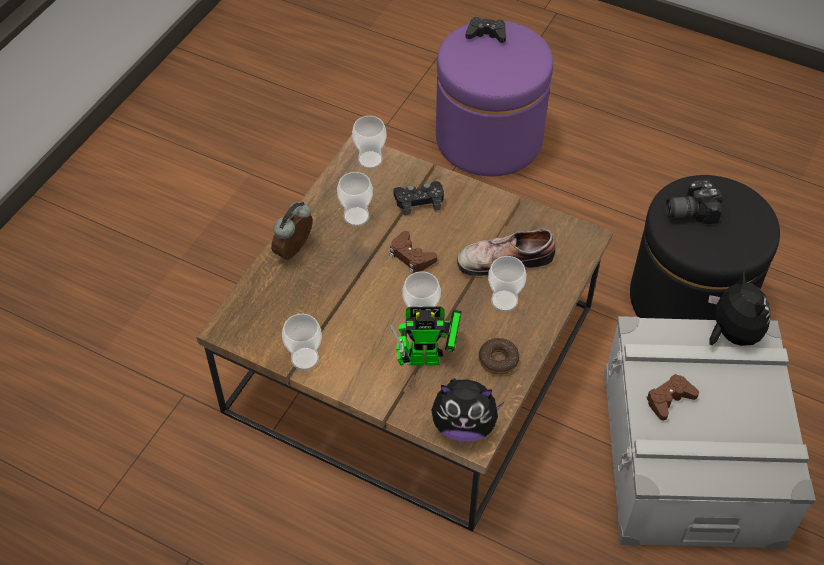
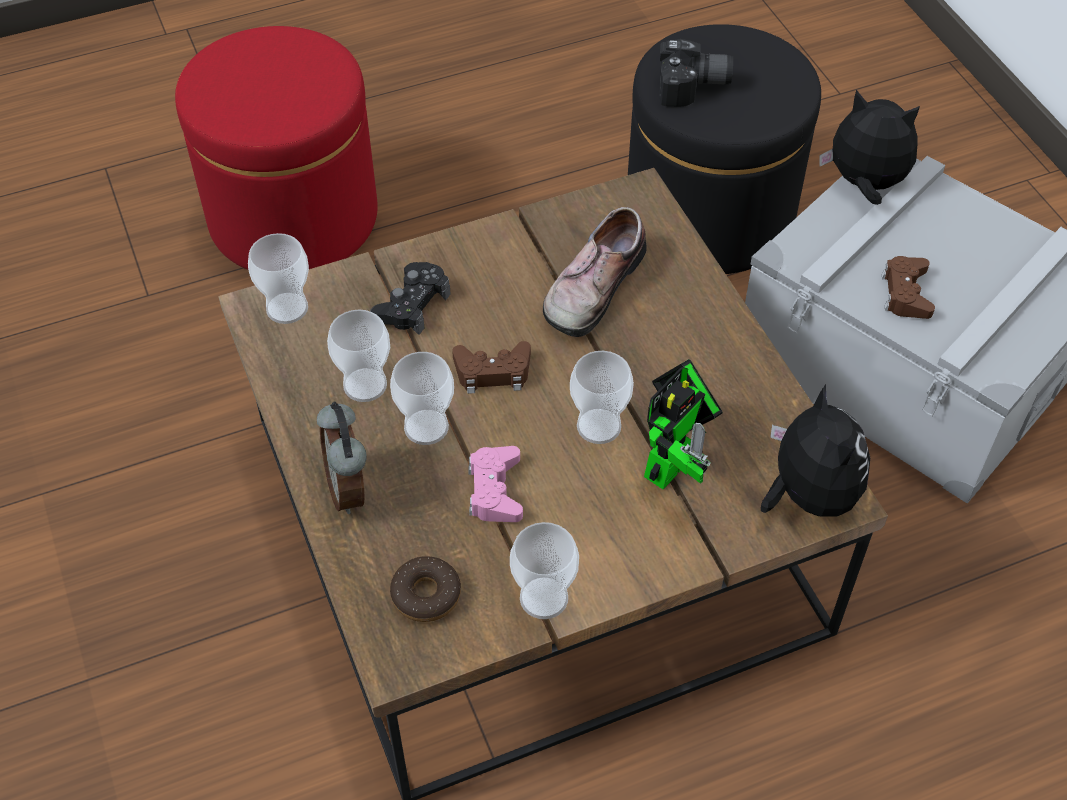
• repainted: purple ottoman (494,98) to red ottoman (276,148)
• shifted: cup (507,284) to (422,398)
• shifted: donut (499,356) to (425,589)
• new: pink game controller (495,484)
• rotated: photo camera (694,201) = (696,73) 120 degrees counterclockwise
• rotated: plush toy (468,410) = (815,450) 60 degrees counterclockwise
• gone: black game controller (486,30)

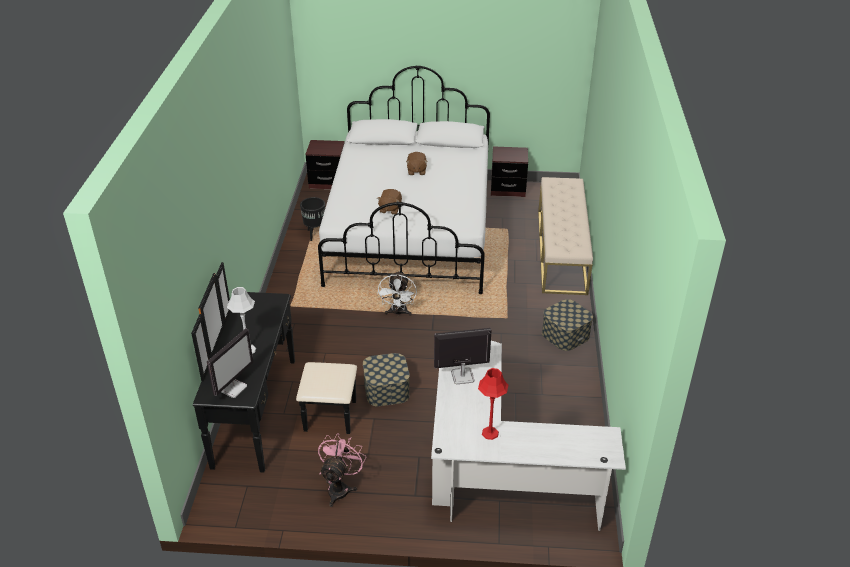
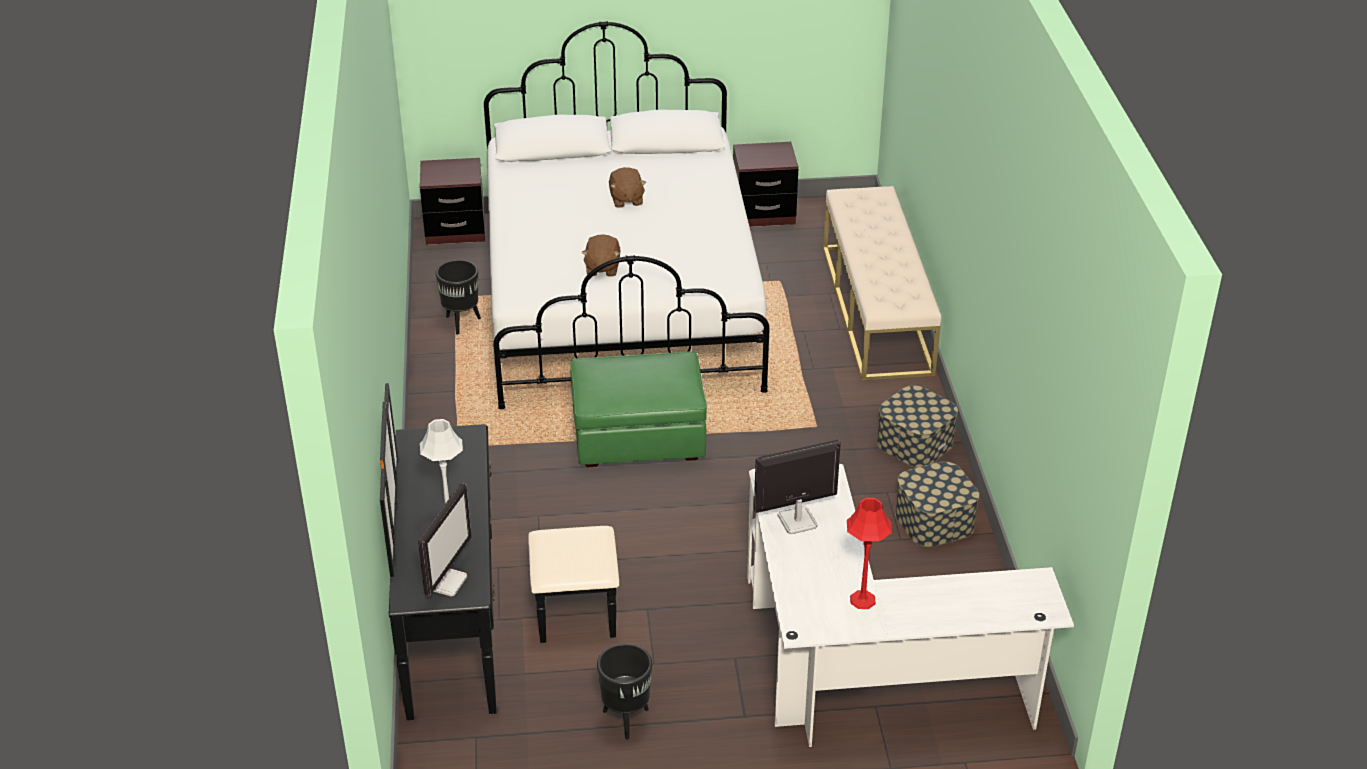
• swapped: white fan (397,293) to green ottoman (638,409)
• swapped: pink fan (342,470) to black planter (624,691)
• shifted: storage box (386,379) to (937,504)

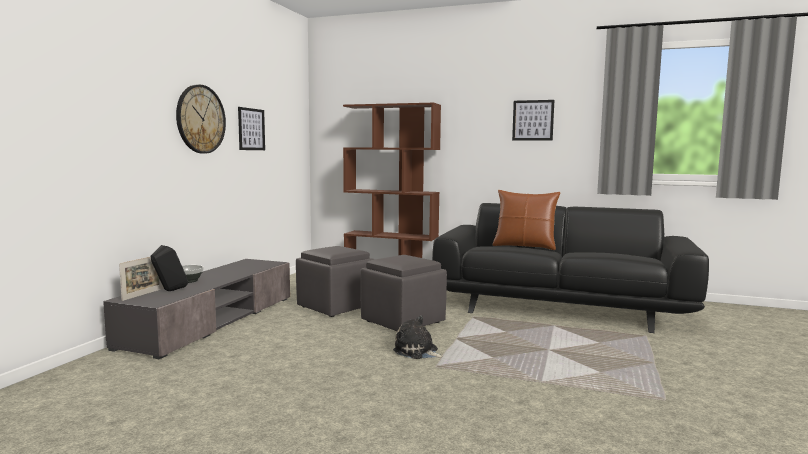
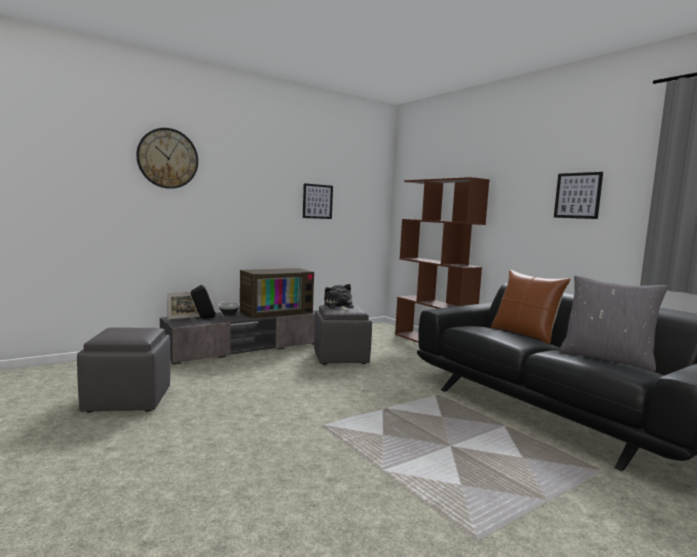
• shifted: grey ottoman (403,293) to (123,370)
• shifted: wall clock (201,119) to (167,158)
• new: television (277,293)
• shifted: plush toy (418,337) to (339,297)
• new: grey pillow (613,323)

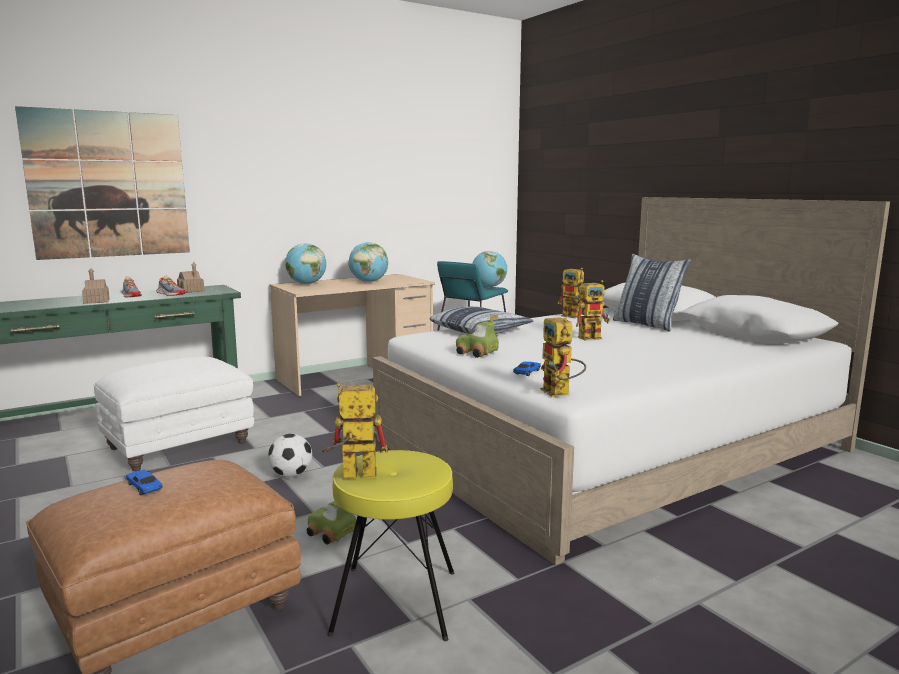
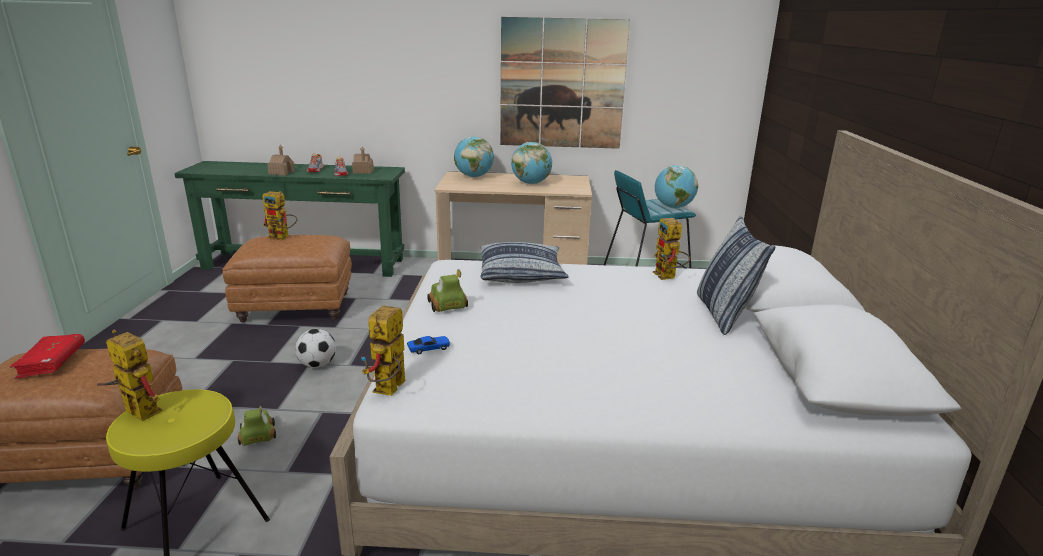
• swapped: toy car (144,482) to red book (47,356)
• repainted: white ottoman (174,414) to brown ottoman (287,279)
• shifted: toy robot (593,310) to (280,215)
• shifted: picture (102,183) to (565,83)

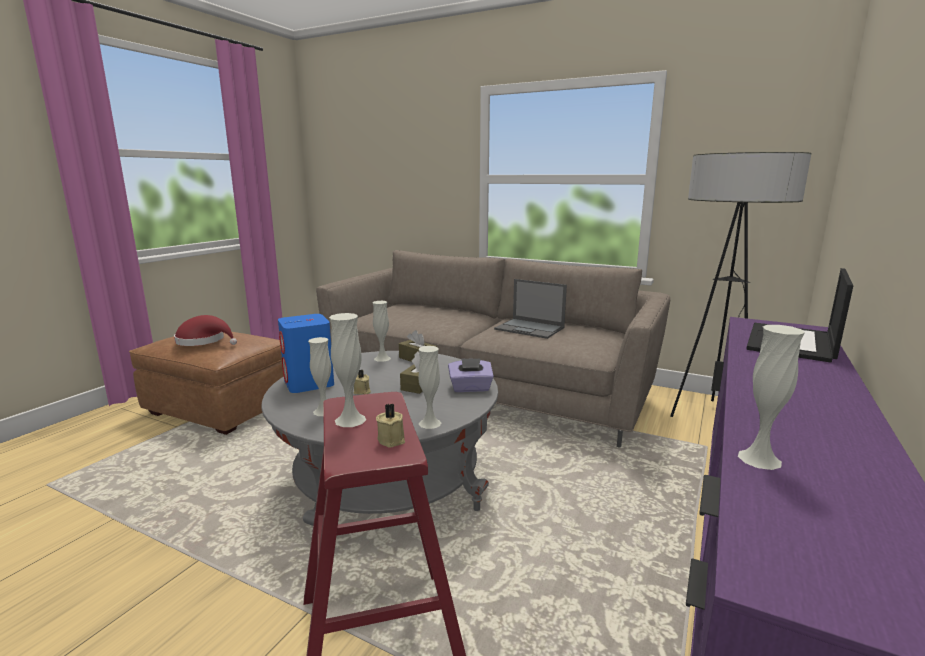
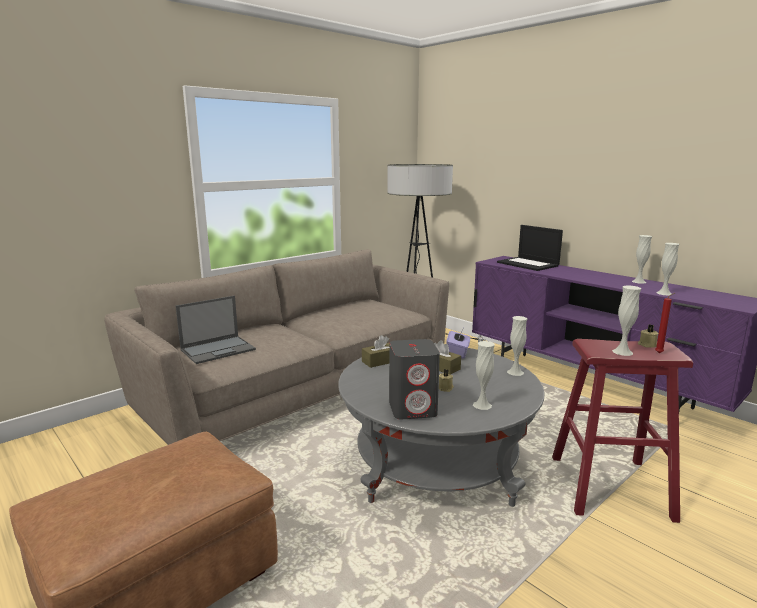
• shifted: laptop (530,309) to (216,330)
• repainted: blue speaker (306,353) to grey speaker (414,379)
• shifted: white vase (382,331) to (642,259)
• new: red candle (665,323)
• gone: red hat (205,330)

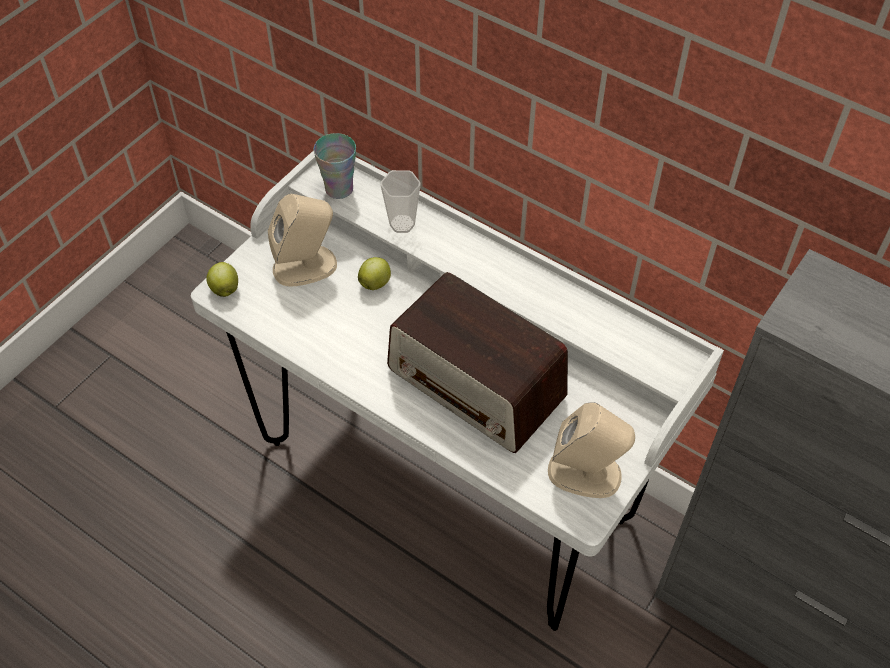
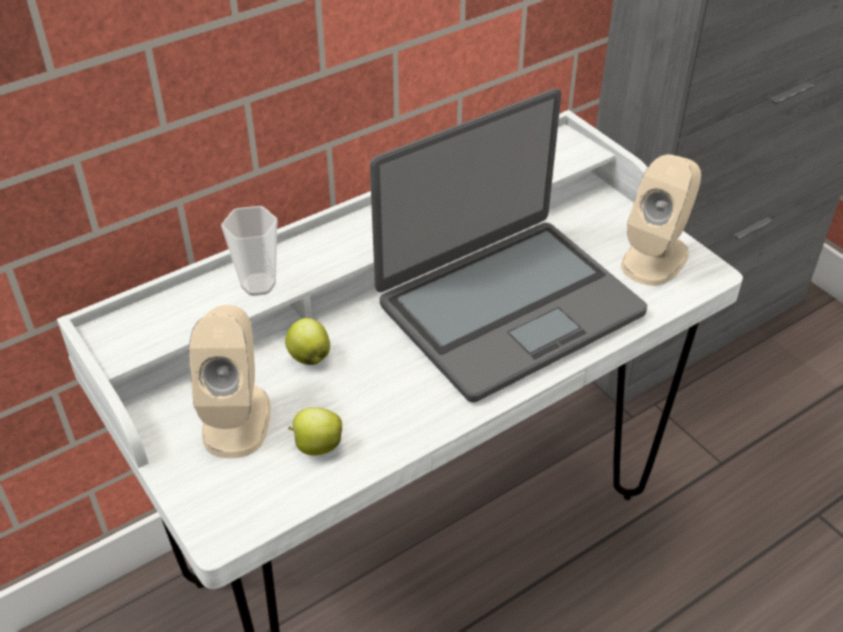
• shifted: apple (222,279) to (315,431)
• swapped: radio (477,362) to laptop (508,245)
• gone: cup (335,166)

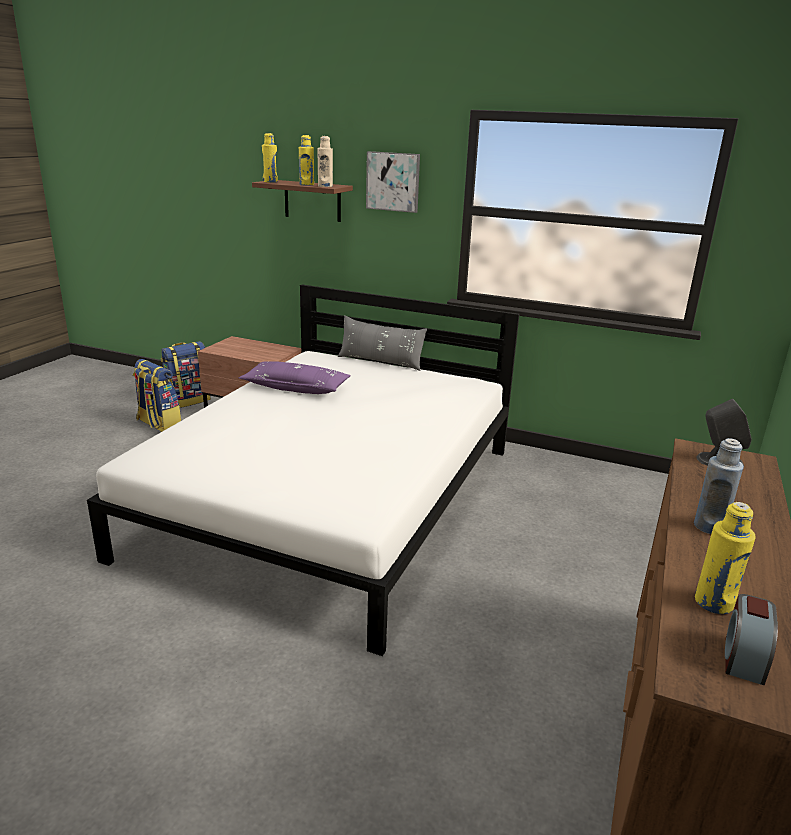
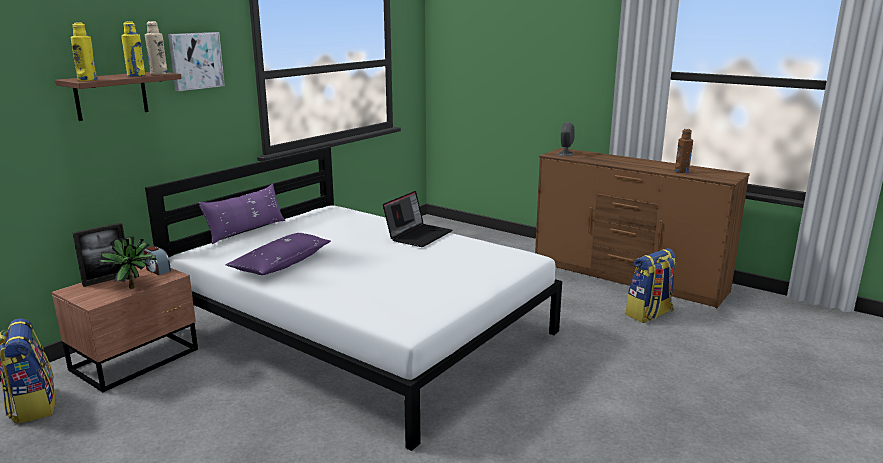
• new: picture frame (98,255)
• new: potted plant (128,262)
• shifted: alarm clock (751,639) to (157,260)
• repainted: grey pillow (382,343) to purple pillow (241,214)
• new: laptop (417,219)
• shifted: backpack (157,395) to (651,285)
• repainted: yellow bottle (725,558) to brown bottle (684,151)
• gone: blue bottle (719,486)

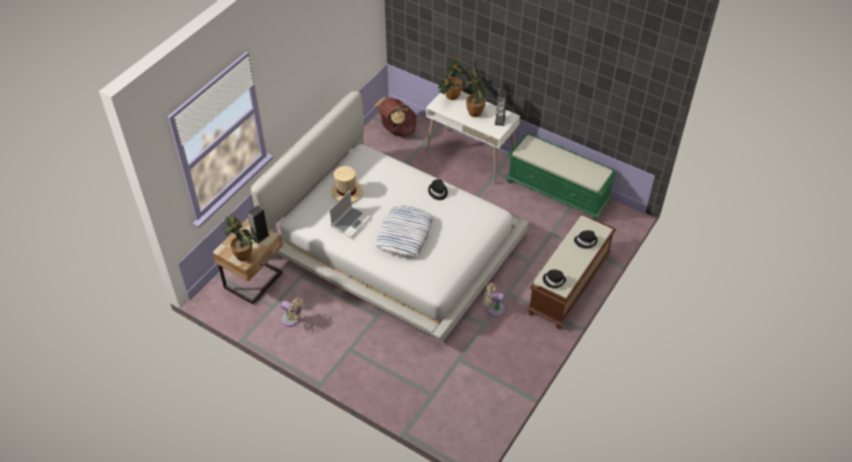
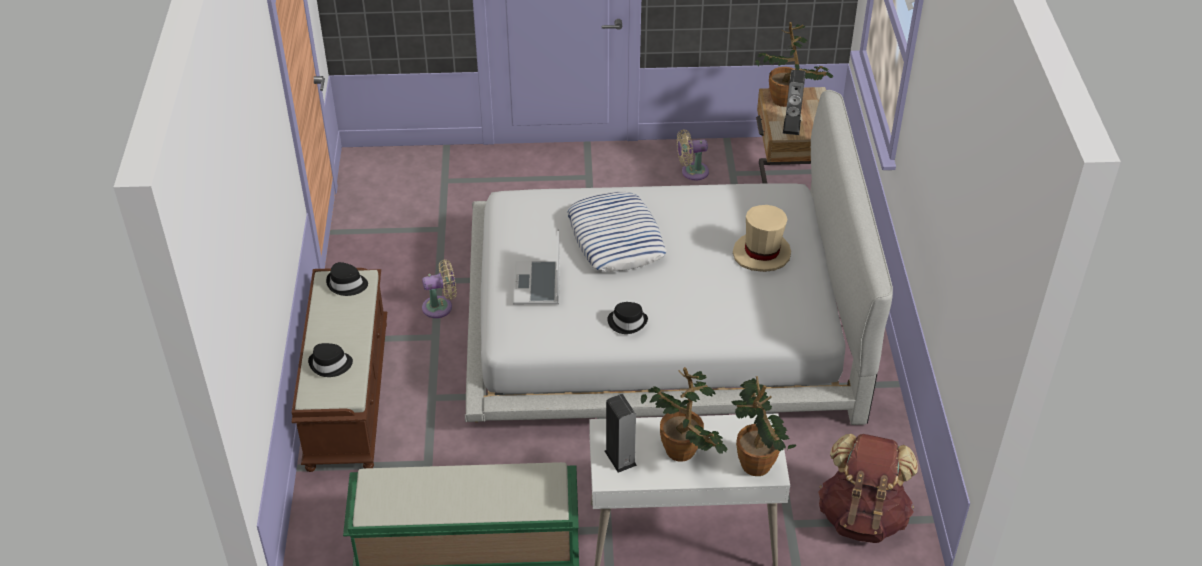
• shifted: laptop (350,214) to (536,266)

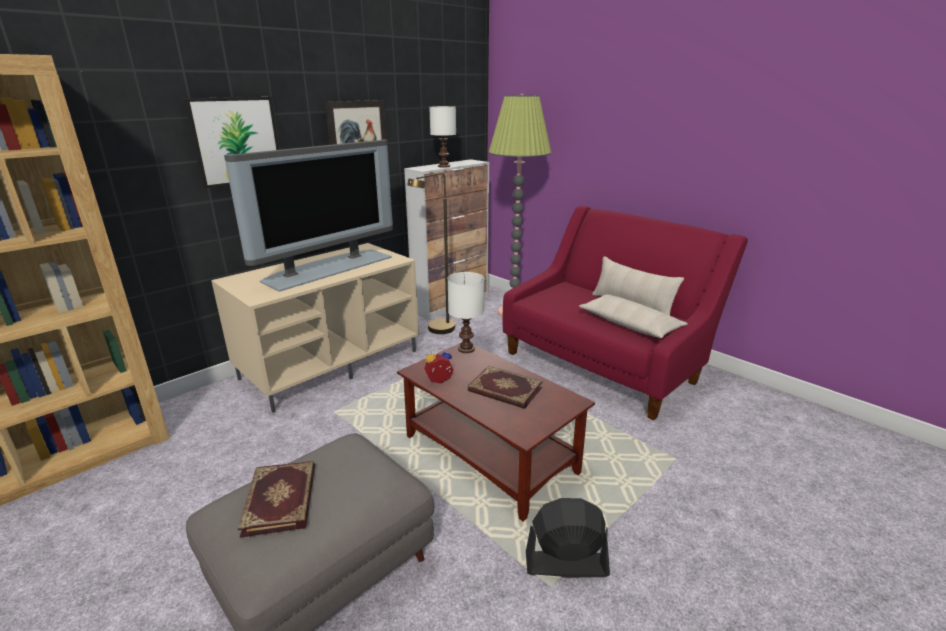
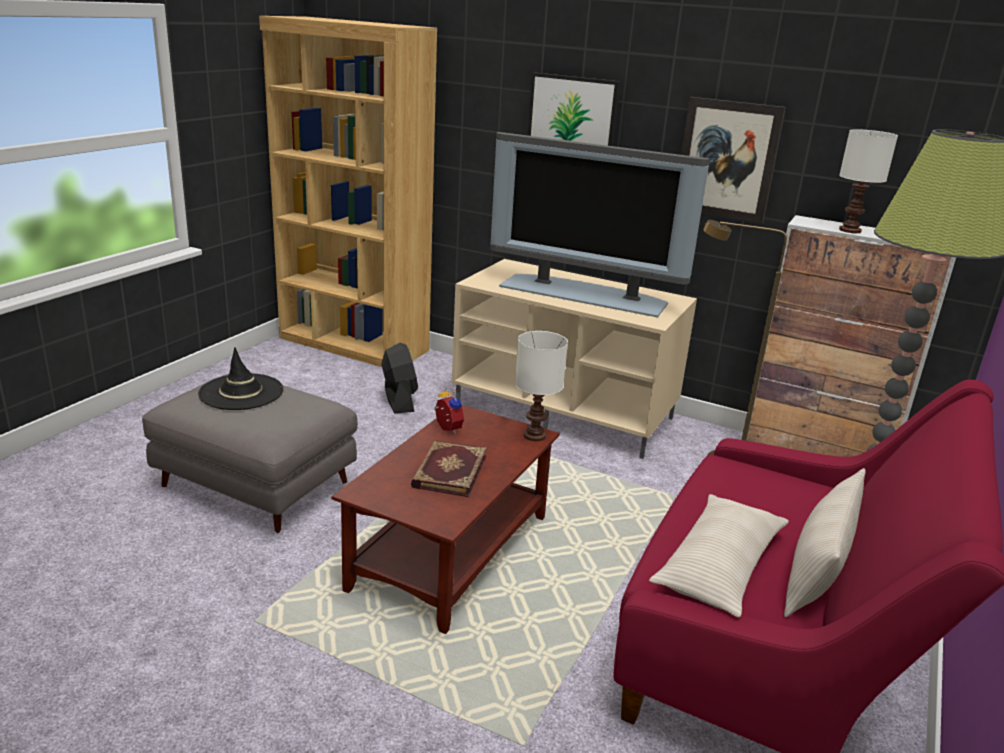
• swapped: book (276,499) to black hat (240,378)
• shifted: black fan (568,538) to (399,378)

